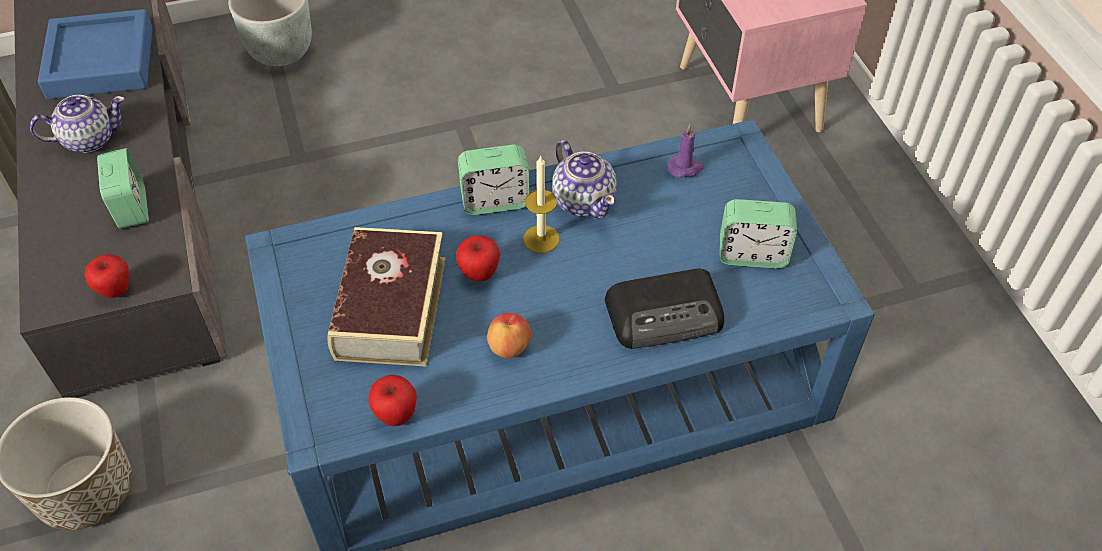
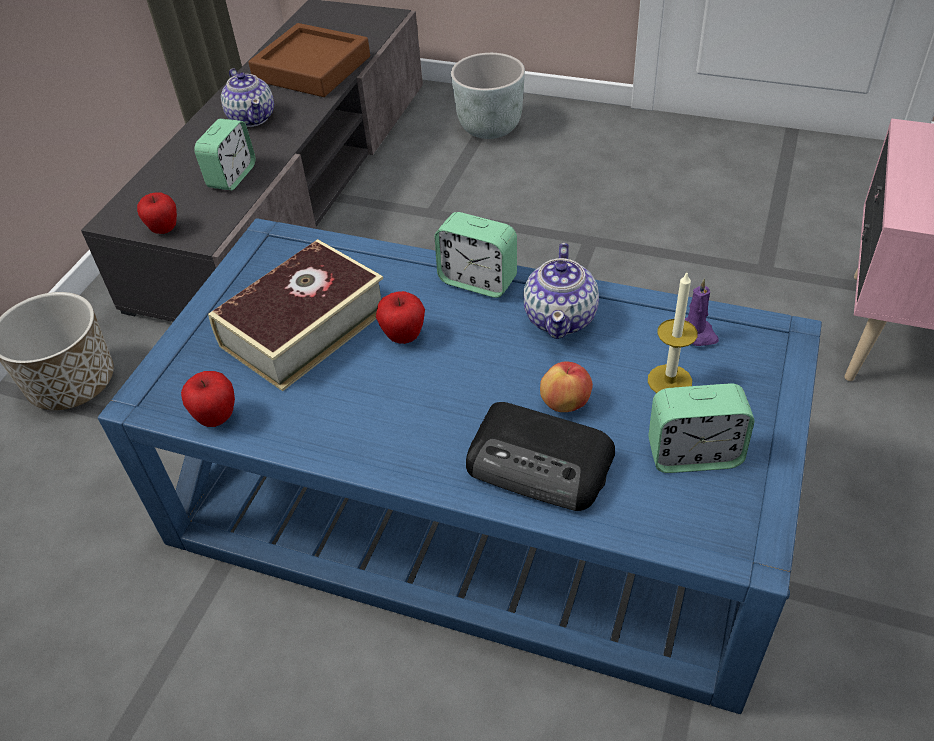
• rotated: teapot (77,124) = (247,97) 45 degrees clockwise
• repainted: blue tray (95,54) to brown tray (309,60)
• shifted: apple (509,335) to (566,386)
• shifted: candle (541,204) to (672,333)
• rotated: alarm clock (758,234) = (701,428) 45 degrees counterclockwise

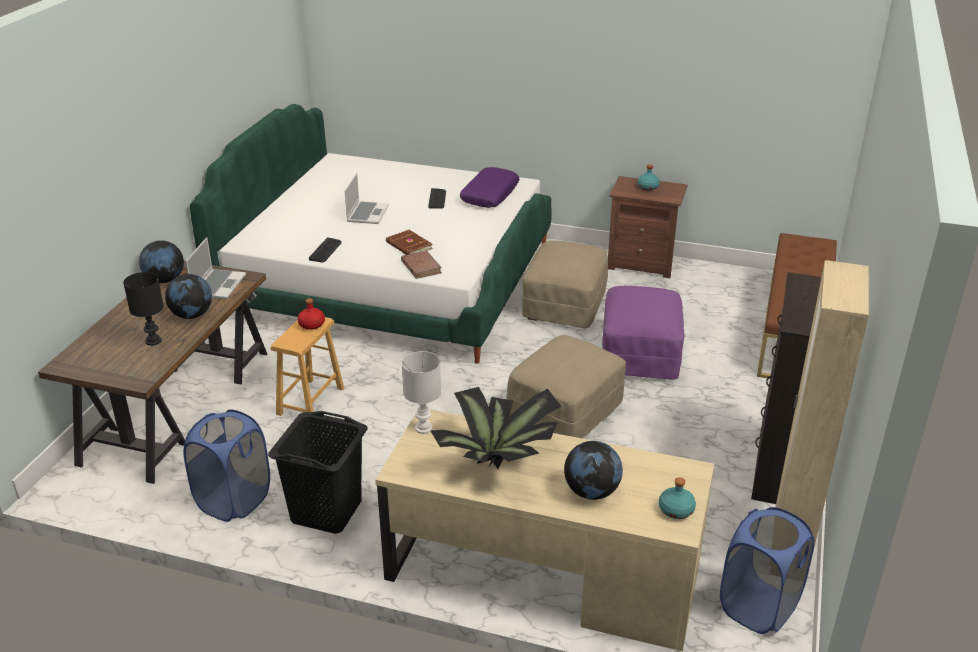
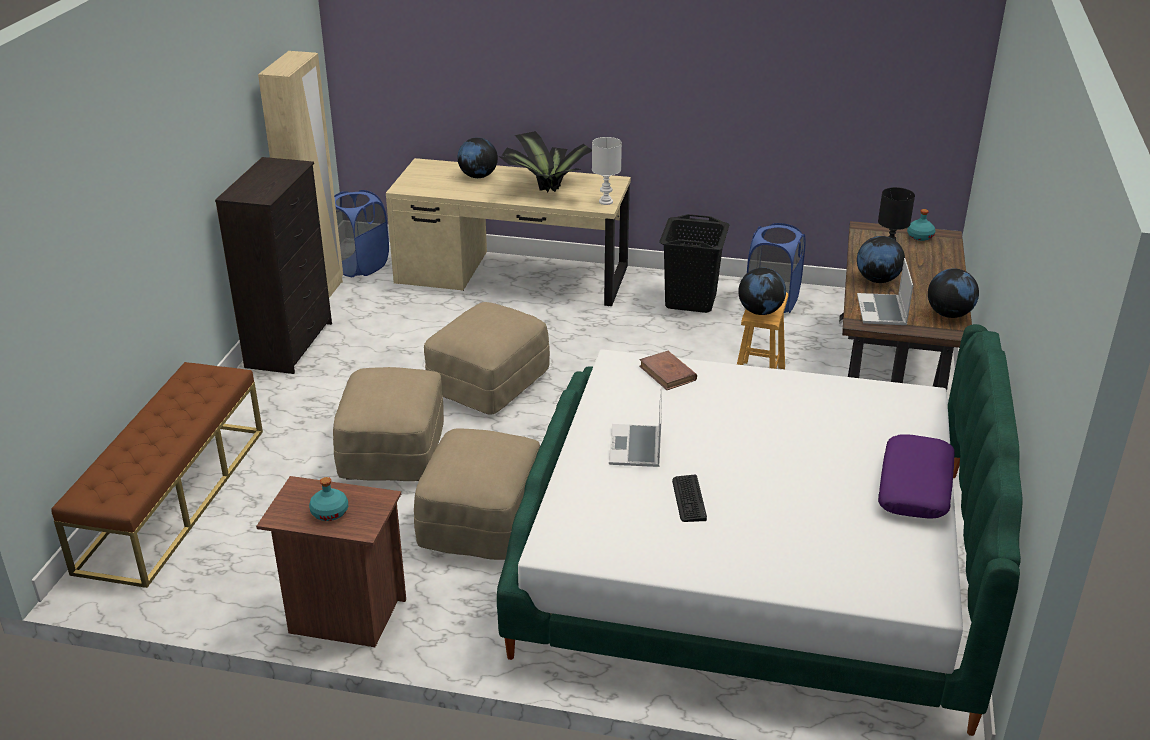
• repainted: purple ottoman (643,333) to beige ottoman (388,424)
• shifted: laptop (367,198) to (635,426)
• swapped: red bottle (311,314) to globe (762,291)
• shifted: purple pillow (489,187) to (916,476)
• shifted: turquoise bottle (677,498) to (921,225)
• gone: keyboard (325,249)
• gone: brown book (409,242)

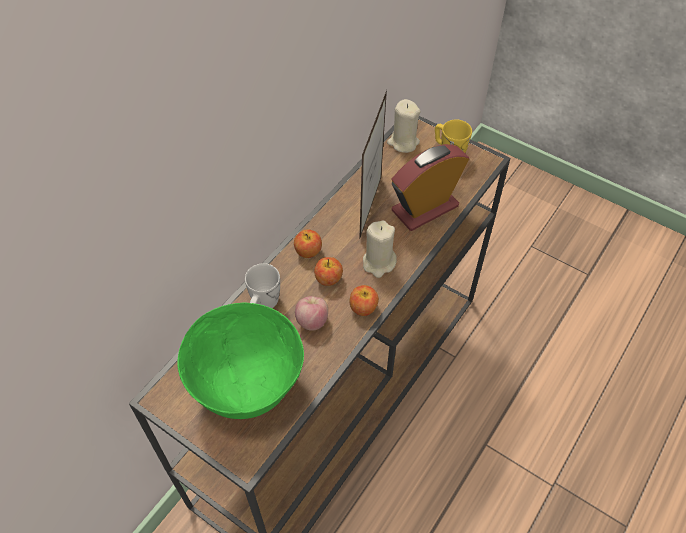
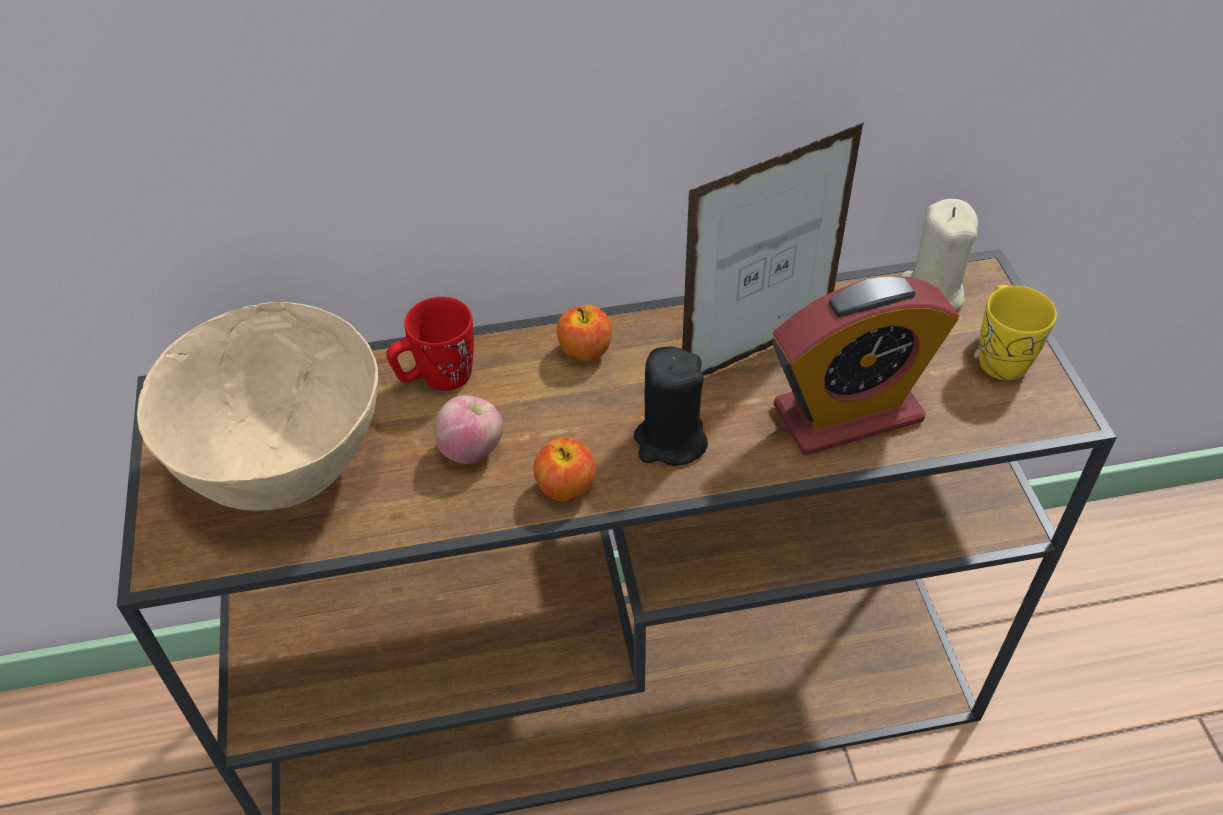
• repainted: green bowl (240,360) to beige bowl (257,406)
• repainted: white mug (262,285) to red mug (430,344)
• repainted: beige candle (380,249) to black candle (671,406)
• rotated: alarm clock (430,187) = (865,366) 150 degrees clockwise
• gone: apple (328,271)

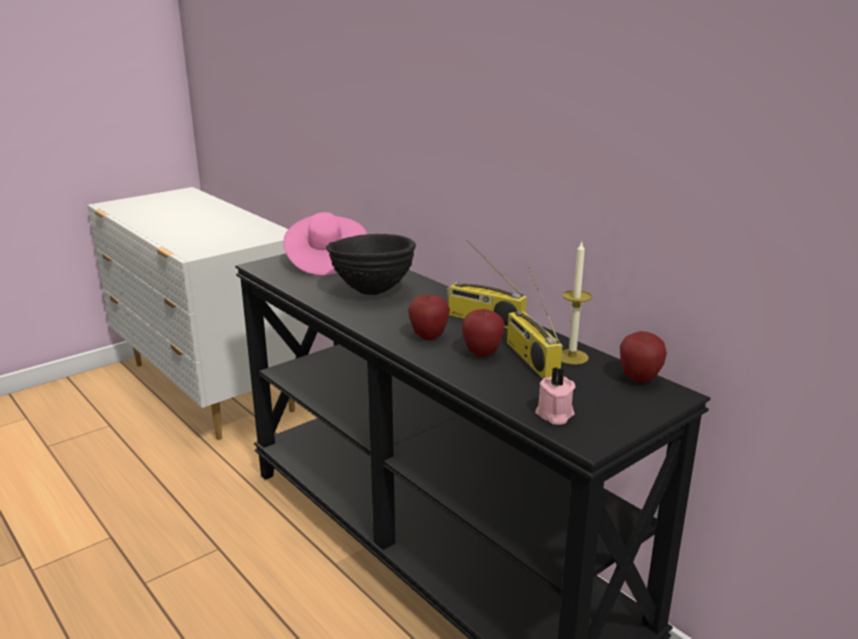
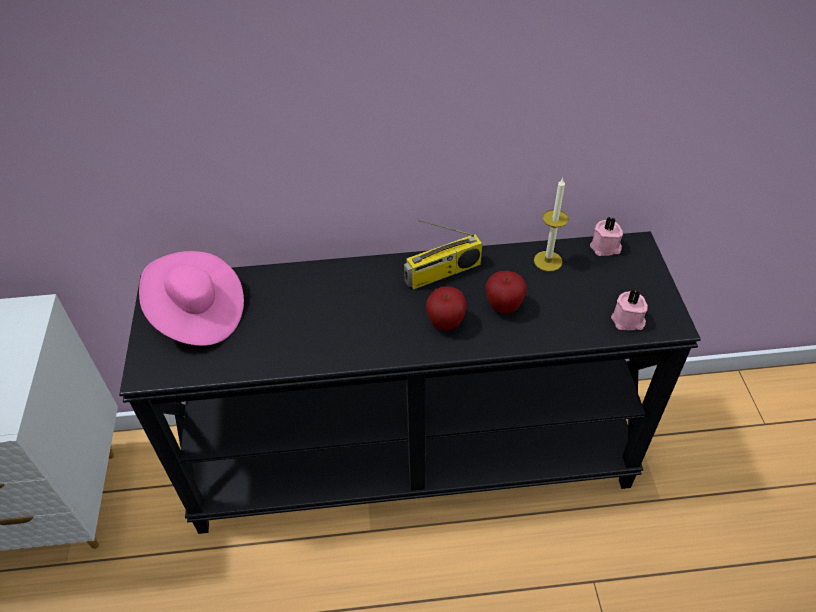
• swapped: apple (643,357) to pink candle (606,236)
• gone: black bowl (371,264)
• gone: radio (535,323)

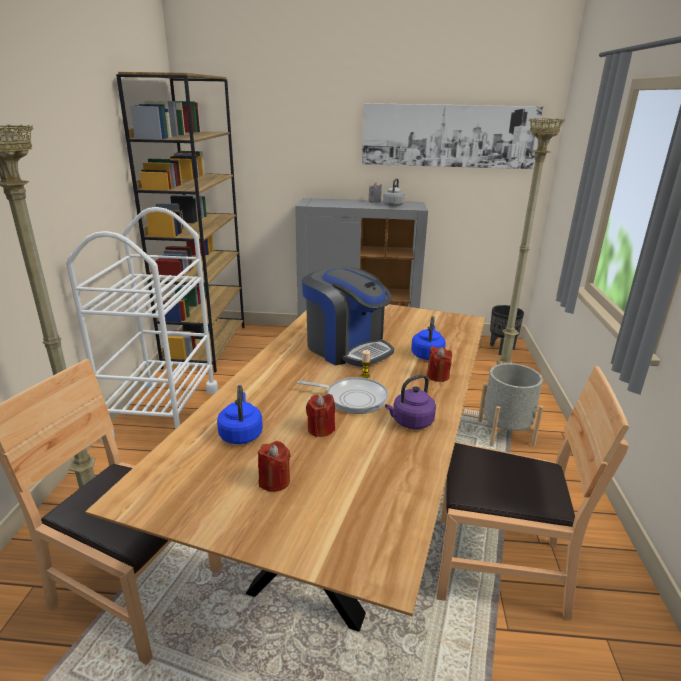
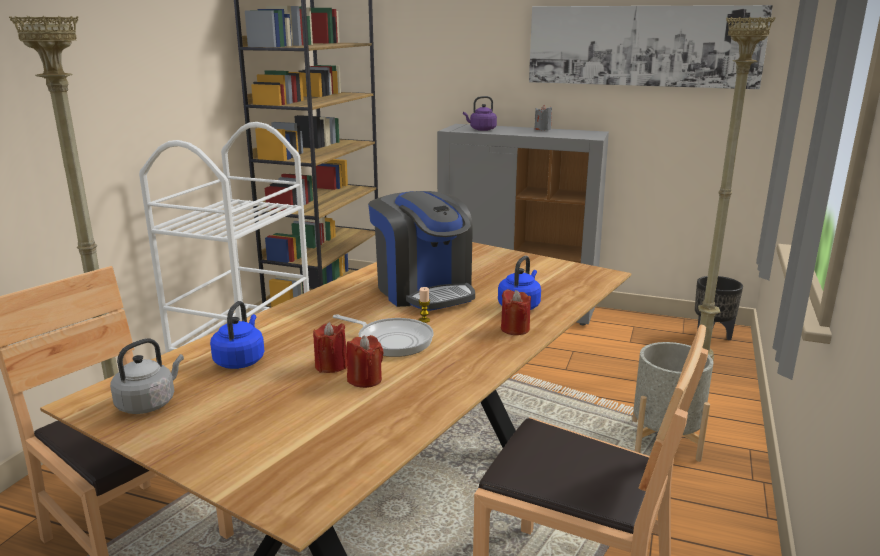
• shifted: grey kettle (394,192) to (147,376)
• shifted: red candle (274,466) to (365,361)
• shifted: purple kettle (410,401) to (480,113)

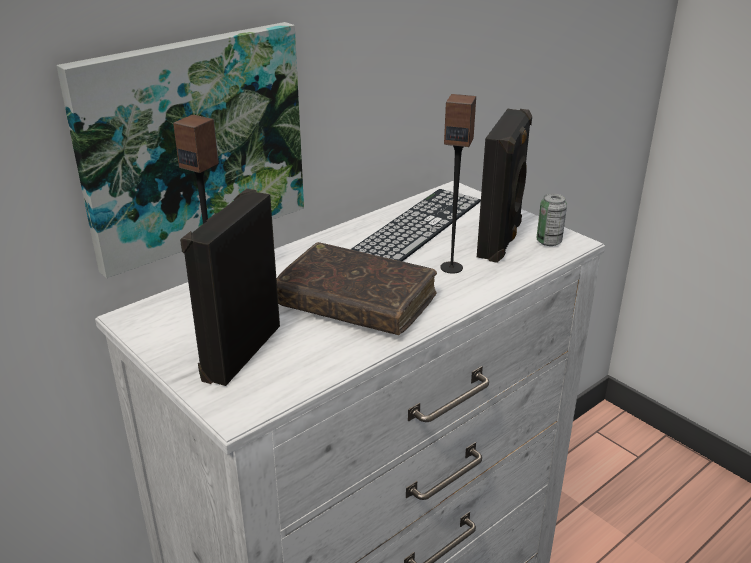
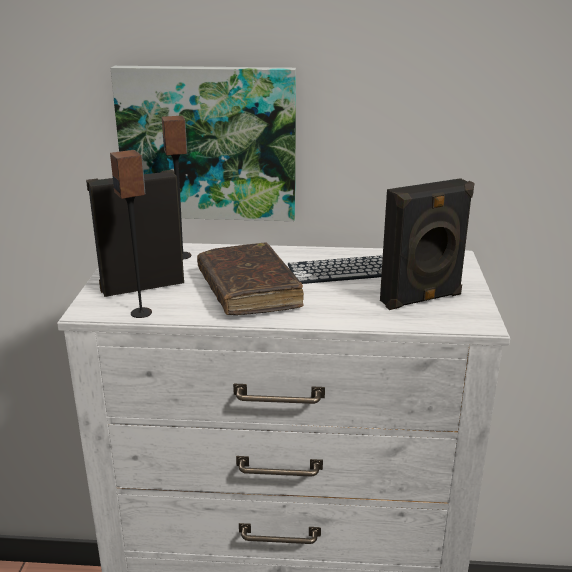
• shifted: speaker (458,184) to (131,234)
• gone: can (551,219)

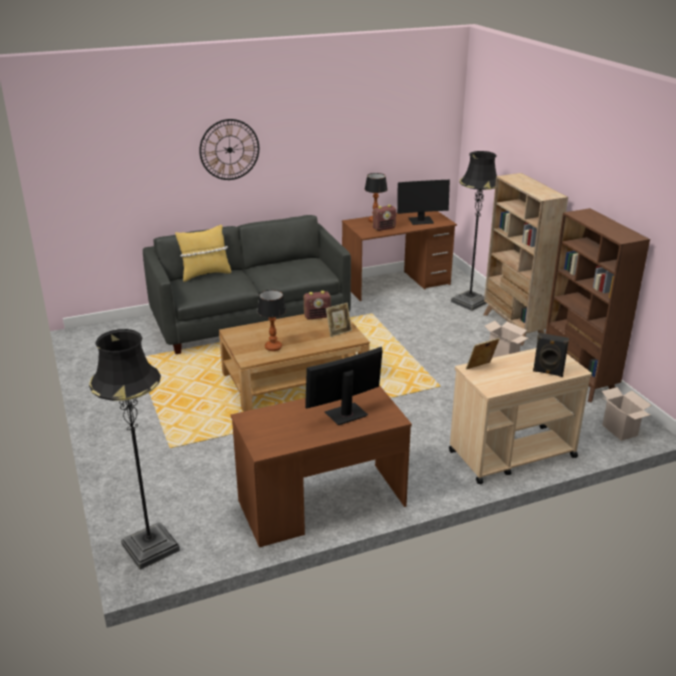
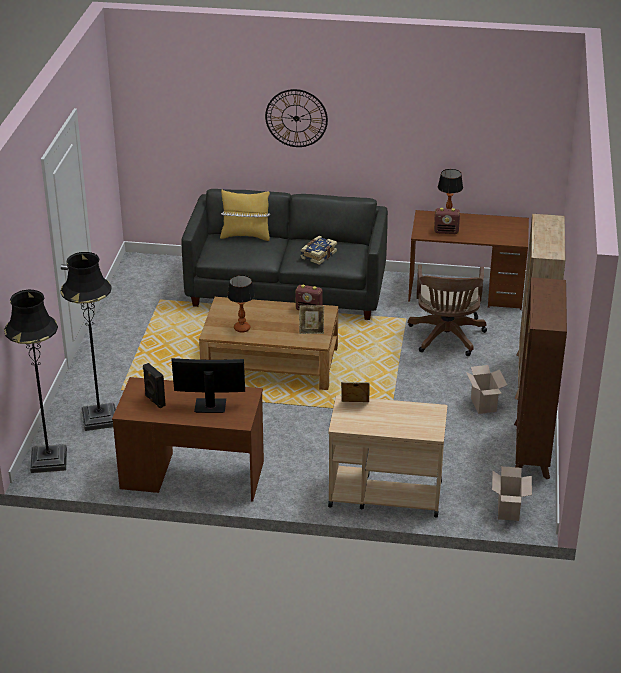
• shifted: black floor lamp (474,231) to (88,341)
• shifted: black speaker (551,355) to (154,385)
• new: book (318,250)
• new: brown office chair (447,310)
• gone: monitor (423,202)

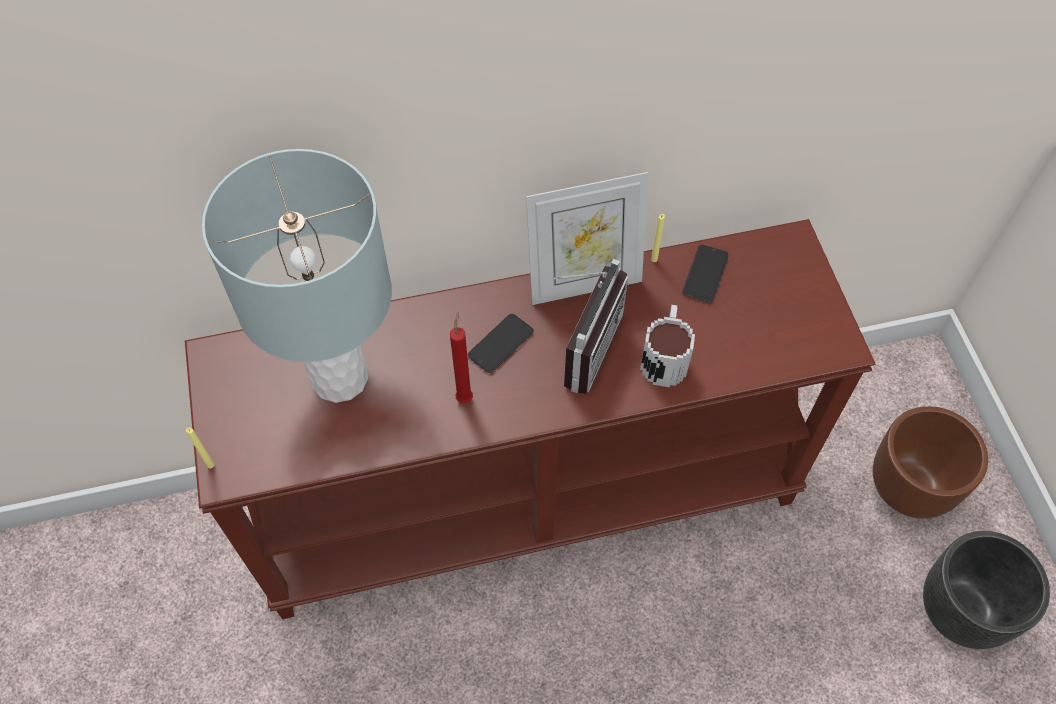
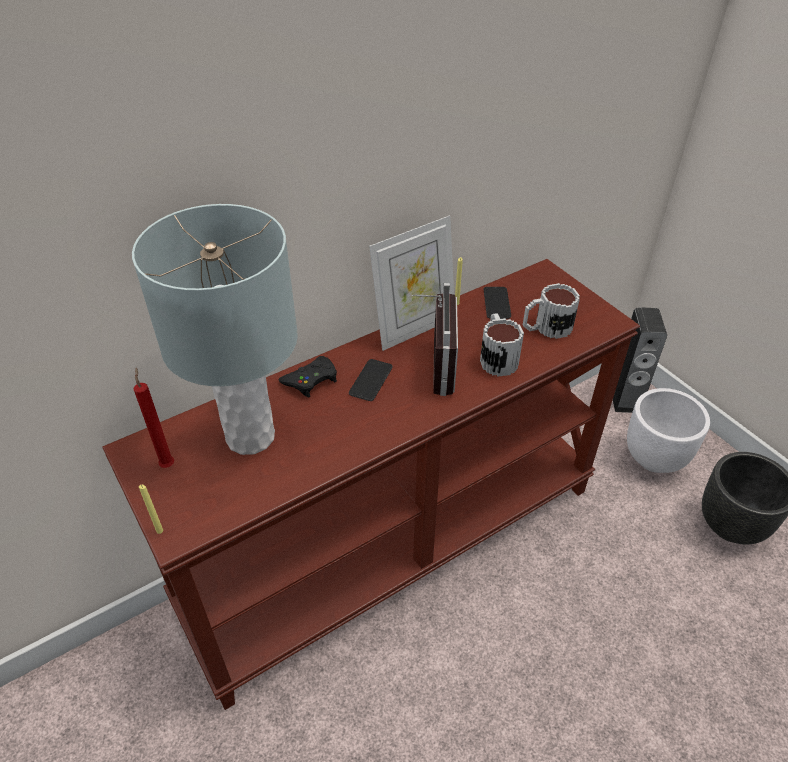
• shifted: red candle (461,358) to (153,418)
• new: black game controller (307,377)
• new: mug (551,311)
• new: speaker (640,360)
• repainted: brown planter (930,462) to white planter (668,430)

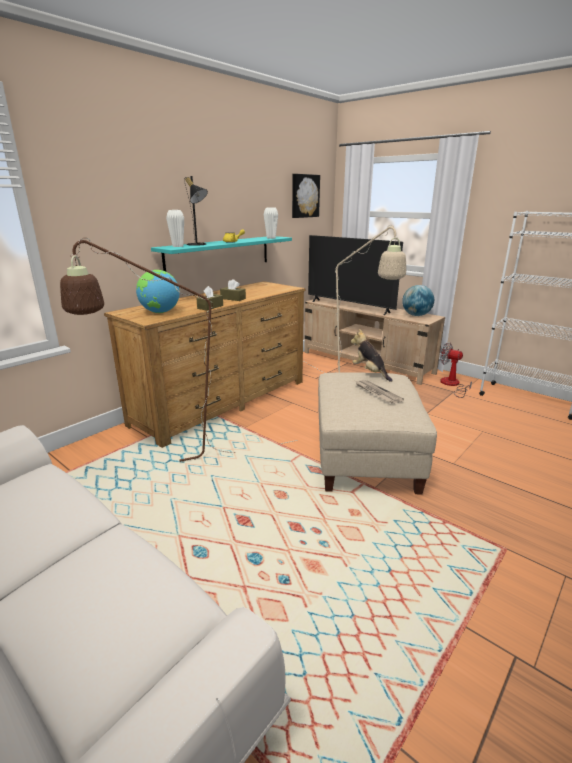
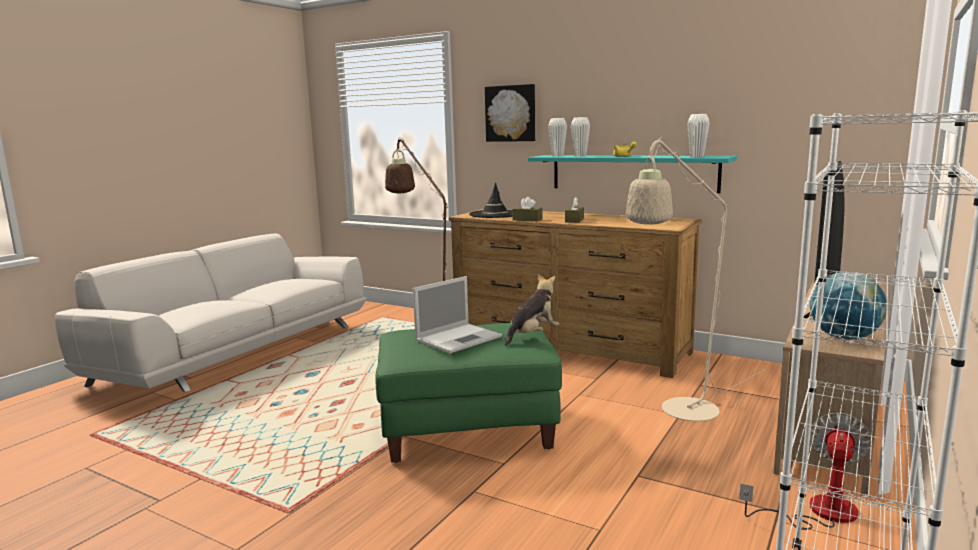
• repainted: beige ottoman (377,434) to green ottoman (468,393)
• swapped: newspaper (379,392) to laptop (457,315)
• swapped: globe (158,291) to black hat (491,200)
• shifted: picture (306,196) to (510,113)
• swapped: black table lamp (196,211) to white vase (580,136)

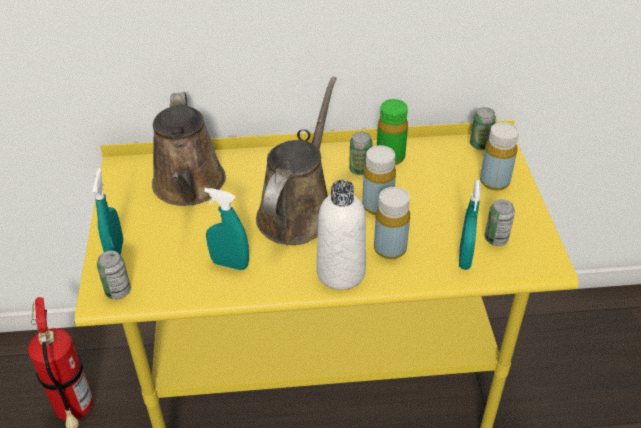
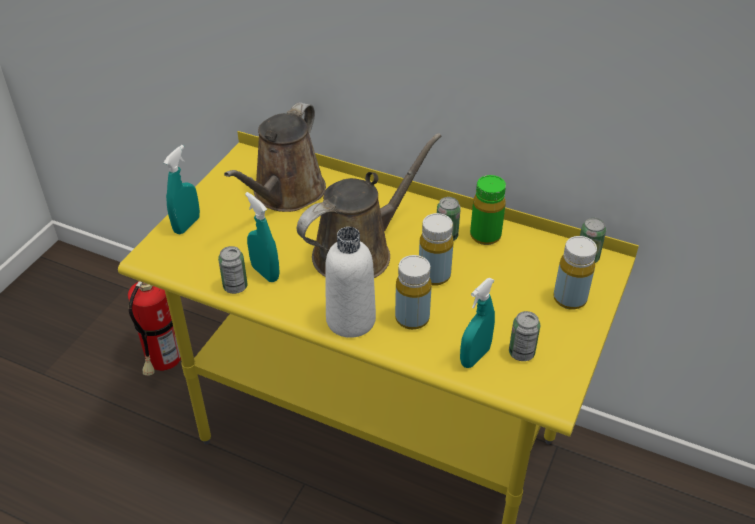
• shifted: can (114,275) to (233,270)

